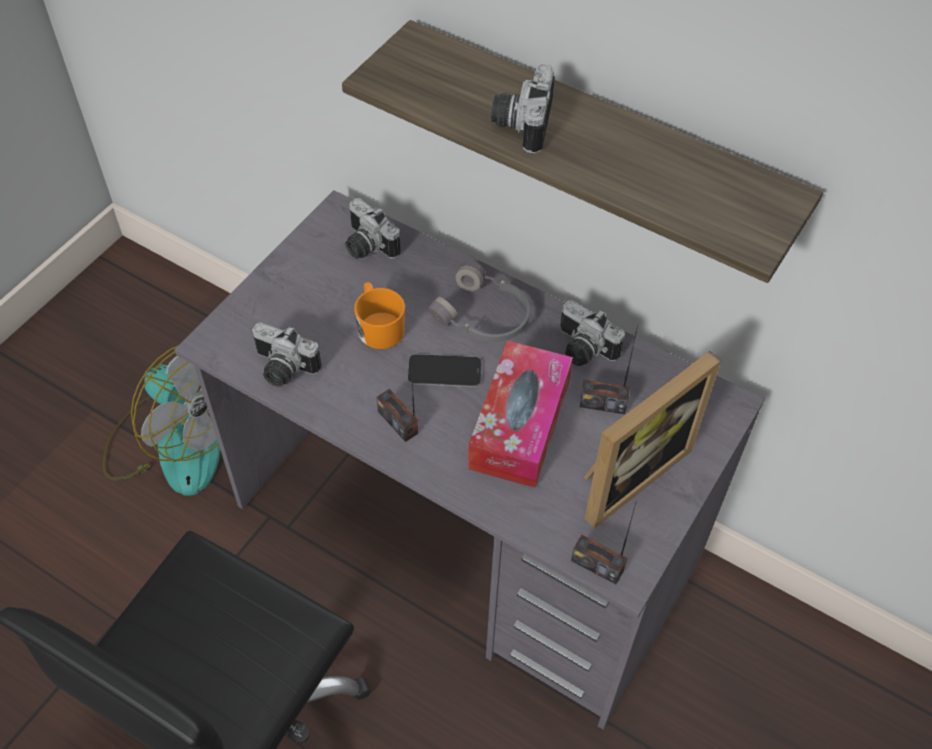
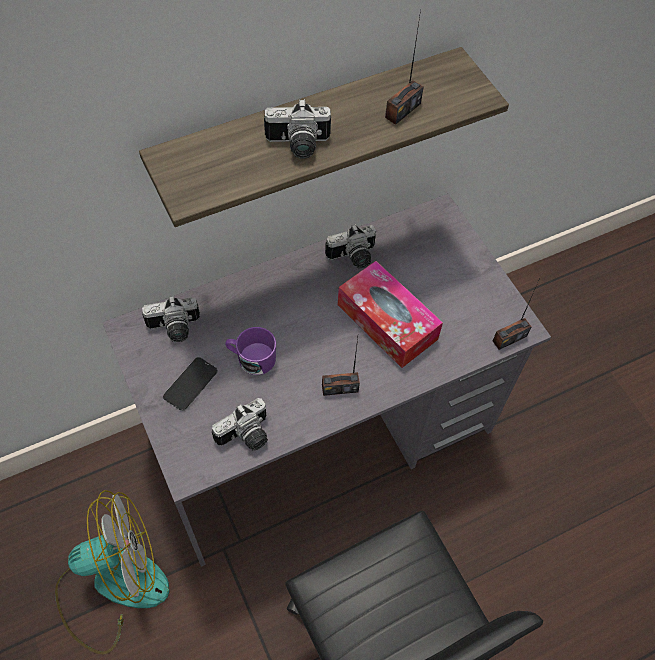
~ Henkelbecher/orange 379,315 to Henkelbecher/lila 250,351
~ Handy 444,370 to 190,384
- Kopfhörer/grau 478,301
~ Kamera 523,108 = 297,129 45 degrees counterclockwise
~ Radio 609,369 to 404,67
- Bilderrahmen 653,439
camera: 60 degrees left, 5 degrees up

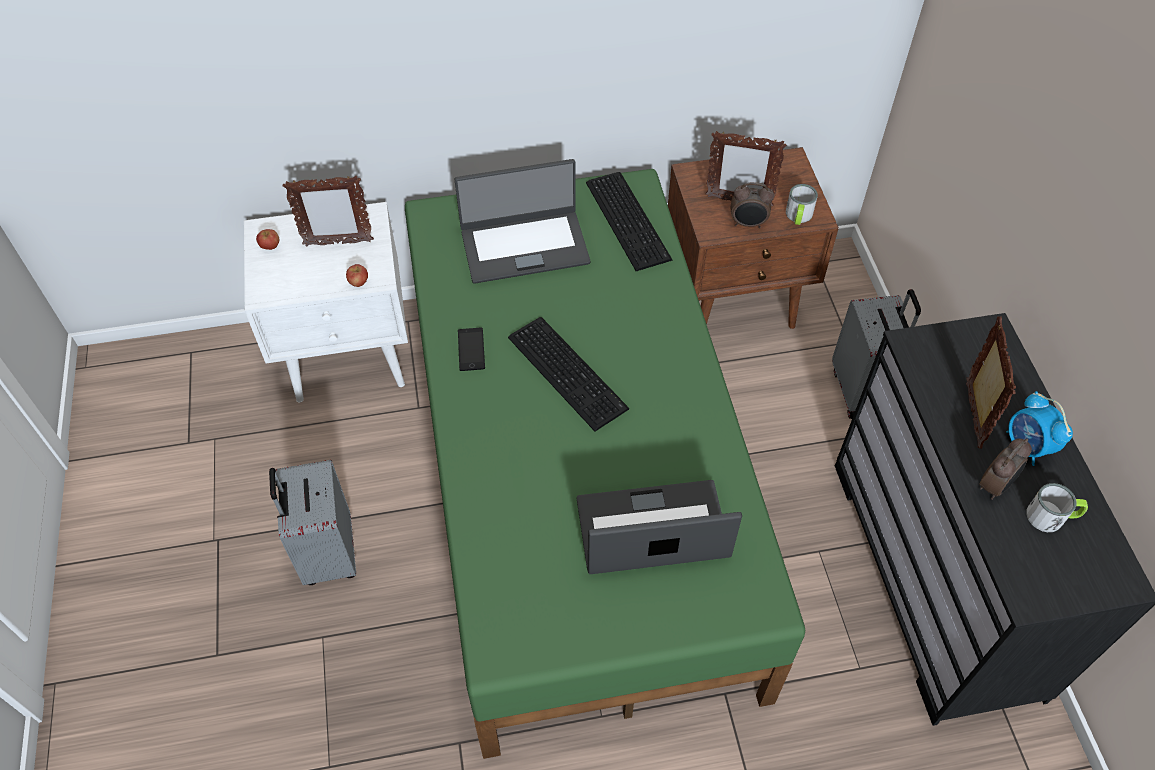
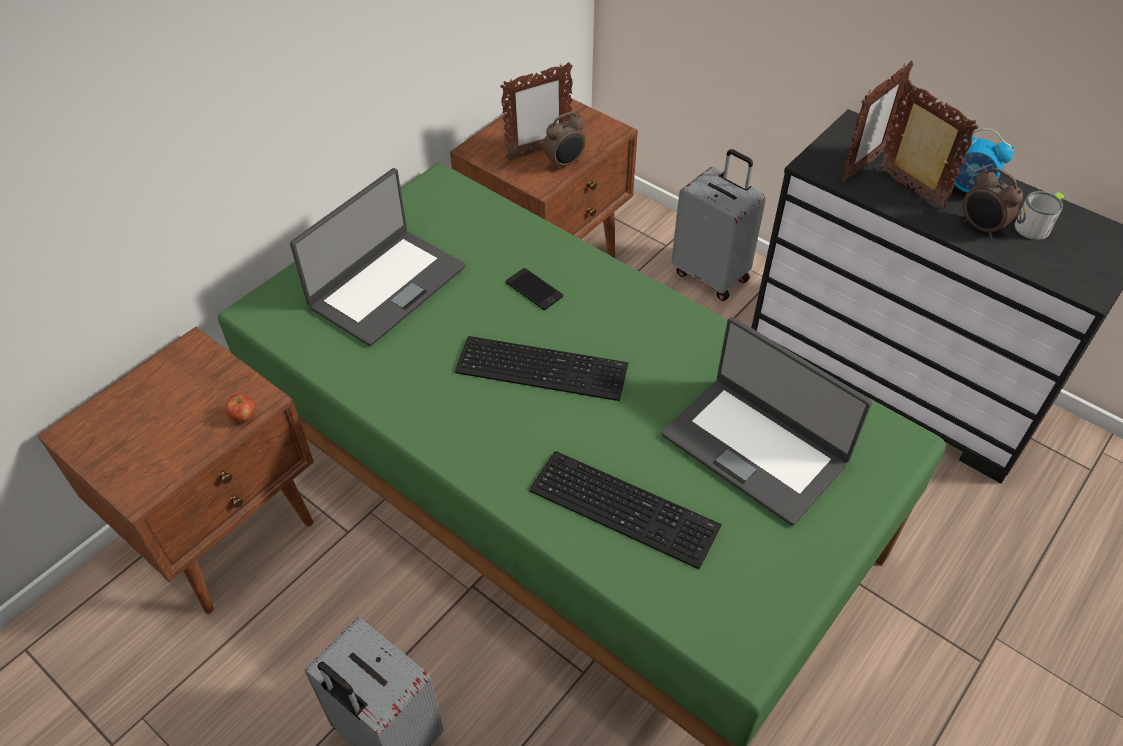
~ Nachttisch/weiß 326,302 to Nachttisch/braun 175,470
- Apfel 267,239
~ Bilderrahmen 328,210 to 877,122
~ Handy 471,349 to 534,289
~ Laptop 659,527 = 766,421 90 degrees counterclockwise
~ Tastatur 629,221 to 625,510
- Henkelbecher 802,204
~ Wecker 1005,469 = 993,203 135 degrees clockwise
camera: 40 degrees left, 5 degrees down

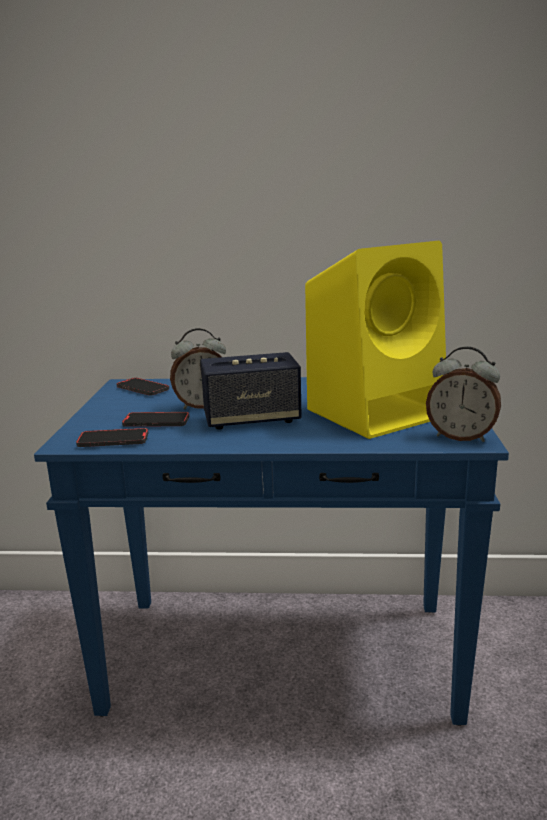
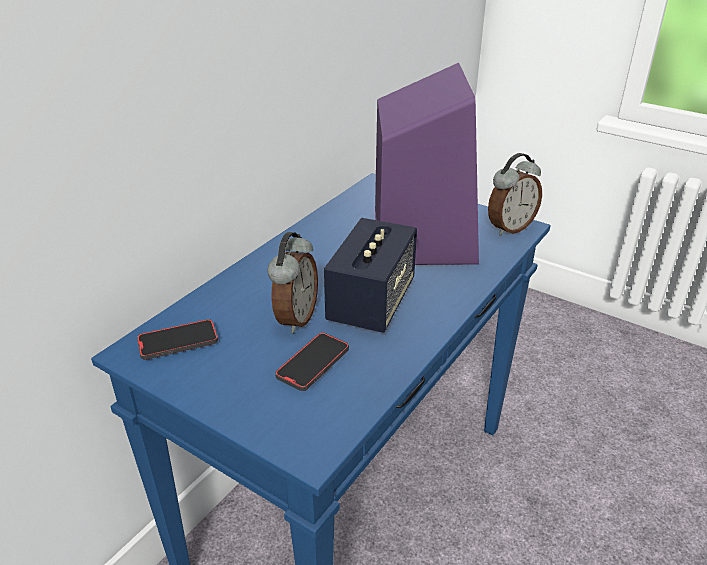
- Handy 112,437
~ Lautsprecher/gelb 375,340 to Lautsprecher/lila 427,164
camera: 60 degrees left, 15 degrees up

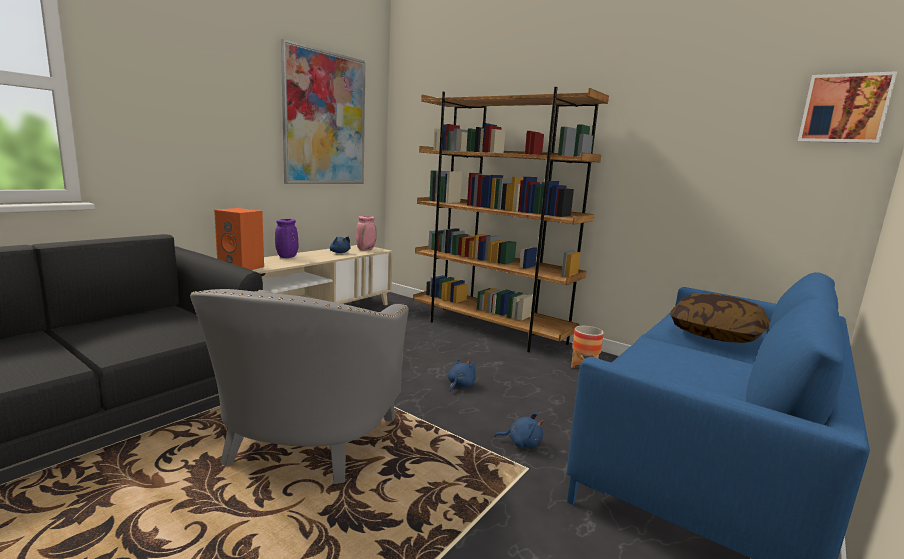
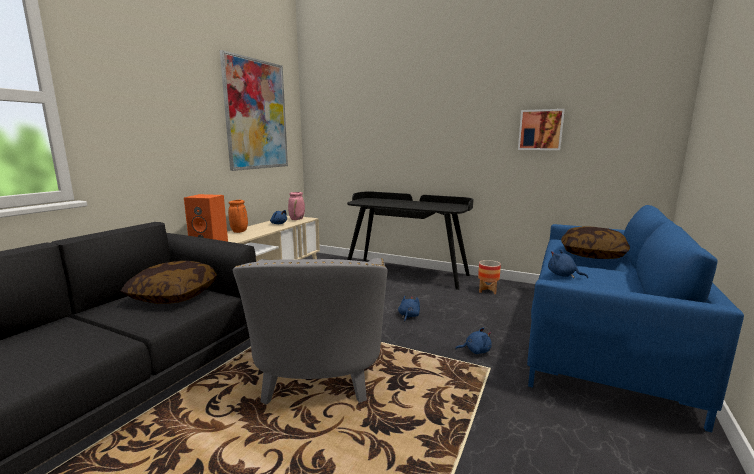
~ Vase/lila 286,238 to Vase/orange 238,216
~ Bücherregal/braun 511,219 to Schreibtisch/schwarz 410,241
~ Bild 847,107 to 541,129
+ Kissen 169,282
+ Plüschtier/blau 568,263
camera: 10 degrees left, 0 degrees up

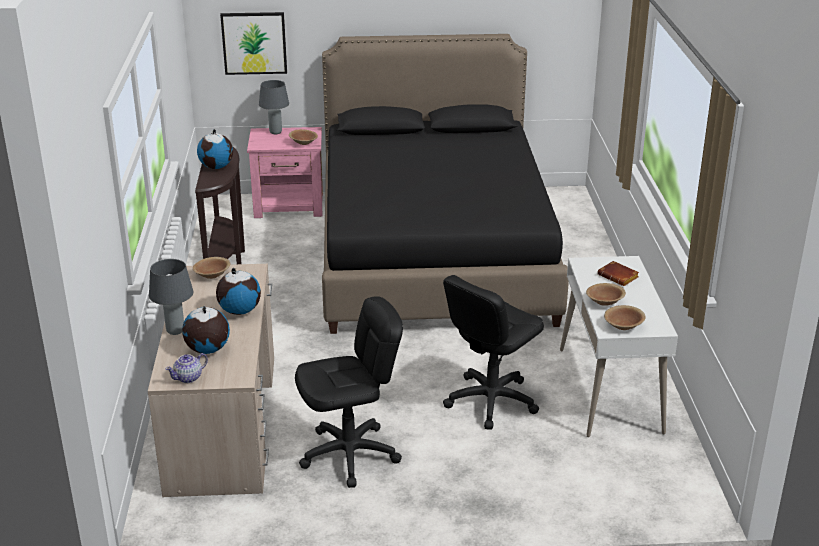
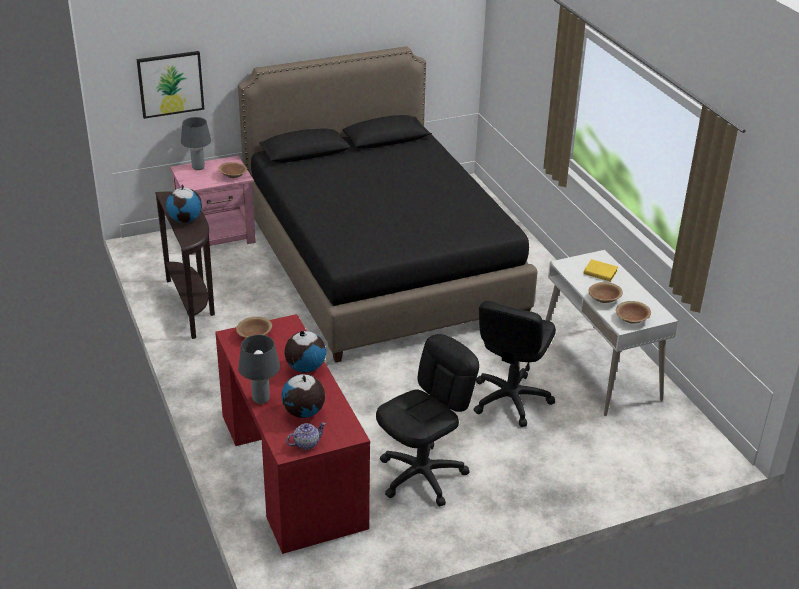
~ Schreibtisch/beige 211,380 to Schreibtisch/rot 292,434
~ Teekanne 187,368 = 306,436 150 degrees counterclockwise
~ Buch/braun 618,273 to Buch/gelb 601,270
camera: 20 degrees left, 5 degrees up

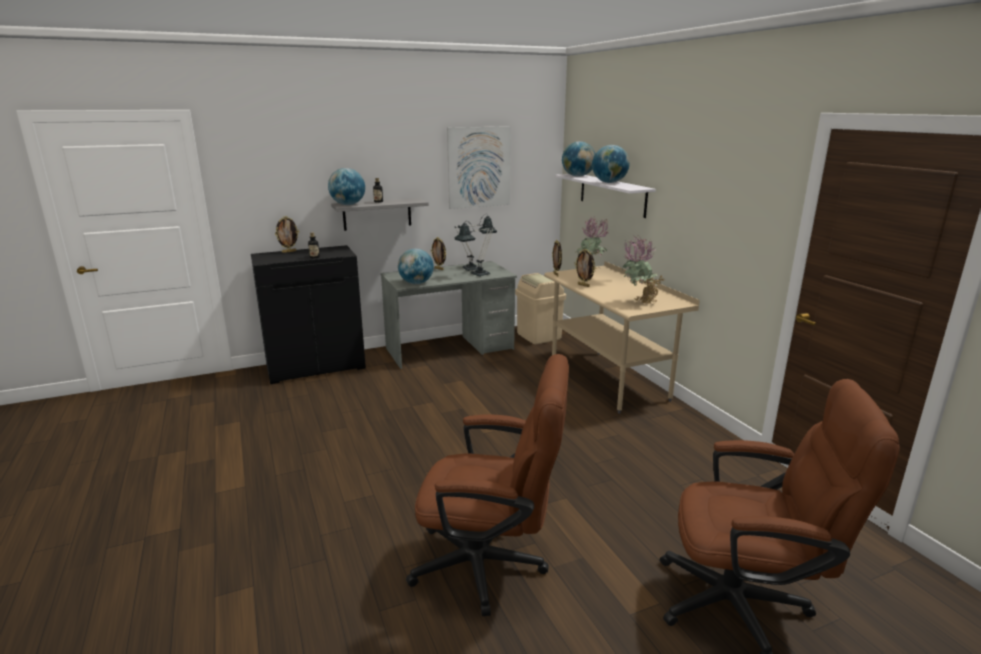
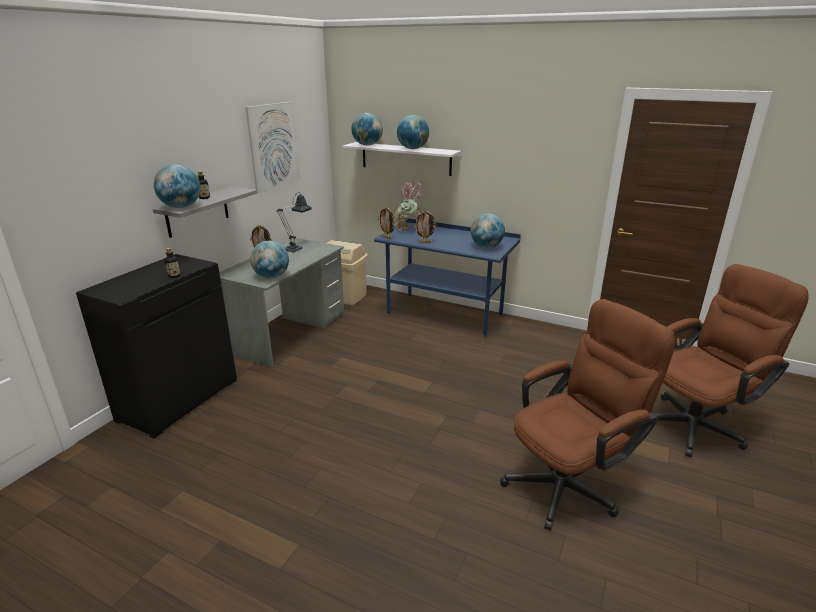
- Bilderrahmen 287,234
- Tischlampe 474,248
~ Schreibtisch/beige 622,337 to Schreibtisch/blau 447,278
~ Topfpflanze 644,270 to Globus 488,230
camera: 40 degrees left, 5 degrees up

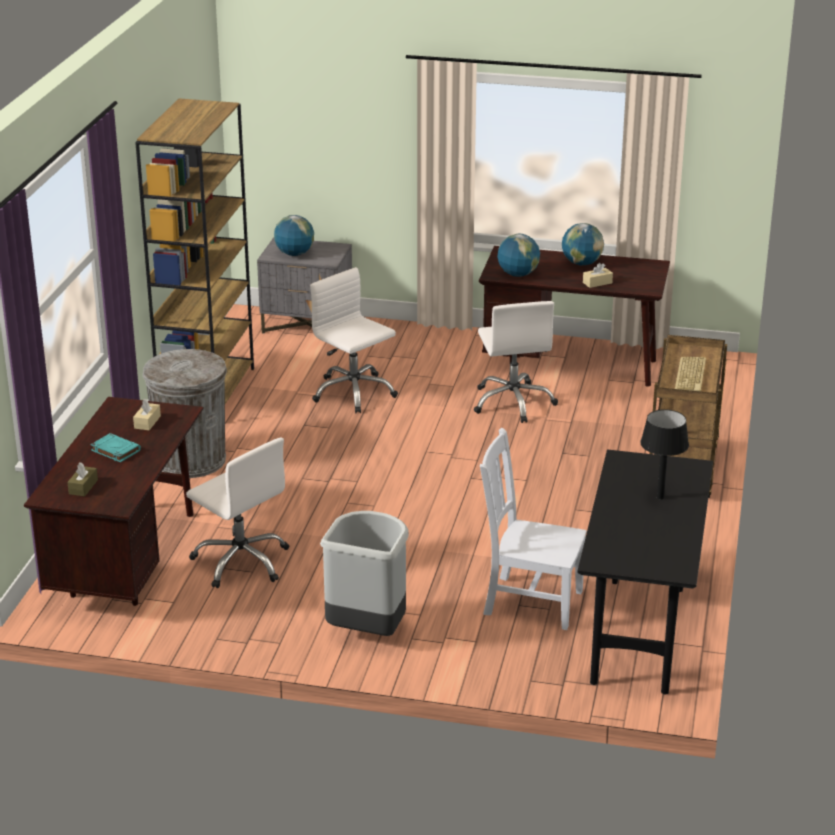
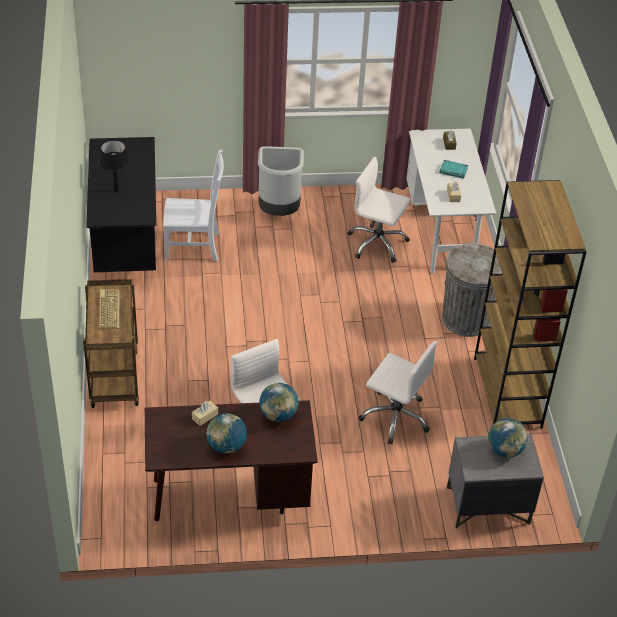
~ Schreibtisch/braun 114,501 to Schreibtisch/weiß 451,201
camera: 160 degrees right, 15 degrees up

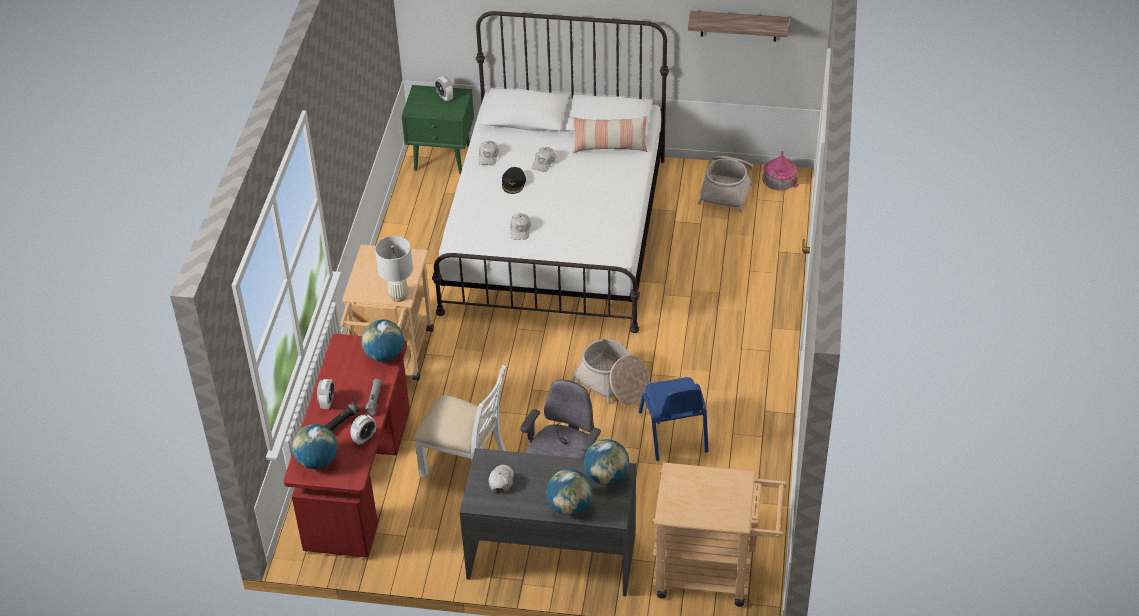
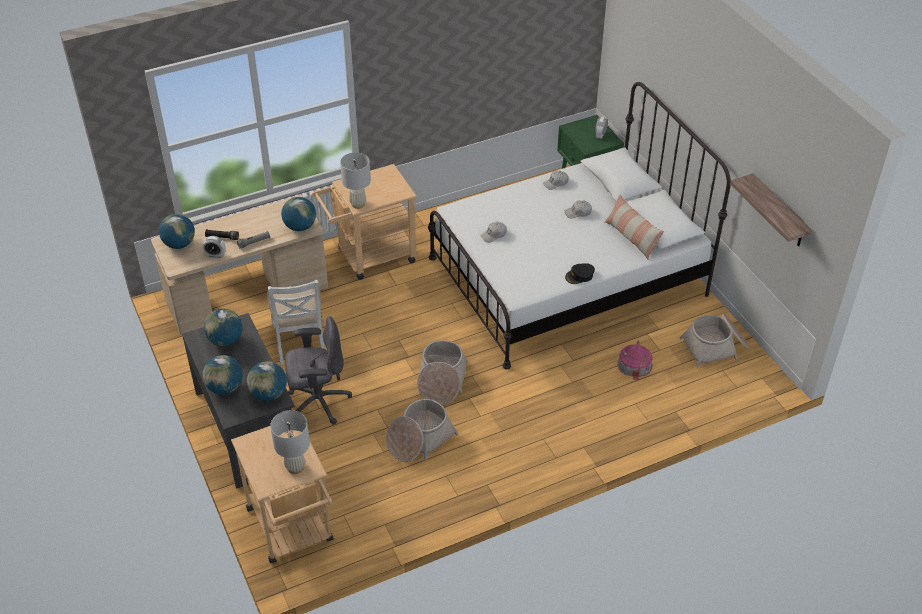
~ Schreibtisch/rot 346,446 to Schreibtisch/beige 239,265
- Wecker 325,394
~ Kappe/weiß 501,479 to Globus 223,327
~ Kappe/schwarz 514,180 to 580,273
~ Stuhl/blau 674,419 to Korb 422,430
~ Spielzeughaus 780,171 to 635,360
+ Tischlampe/weiß 290,442
camera: 55 degrees right, 0 degrees up

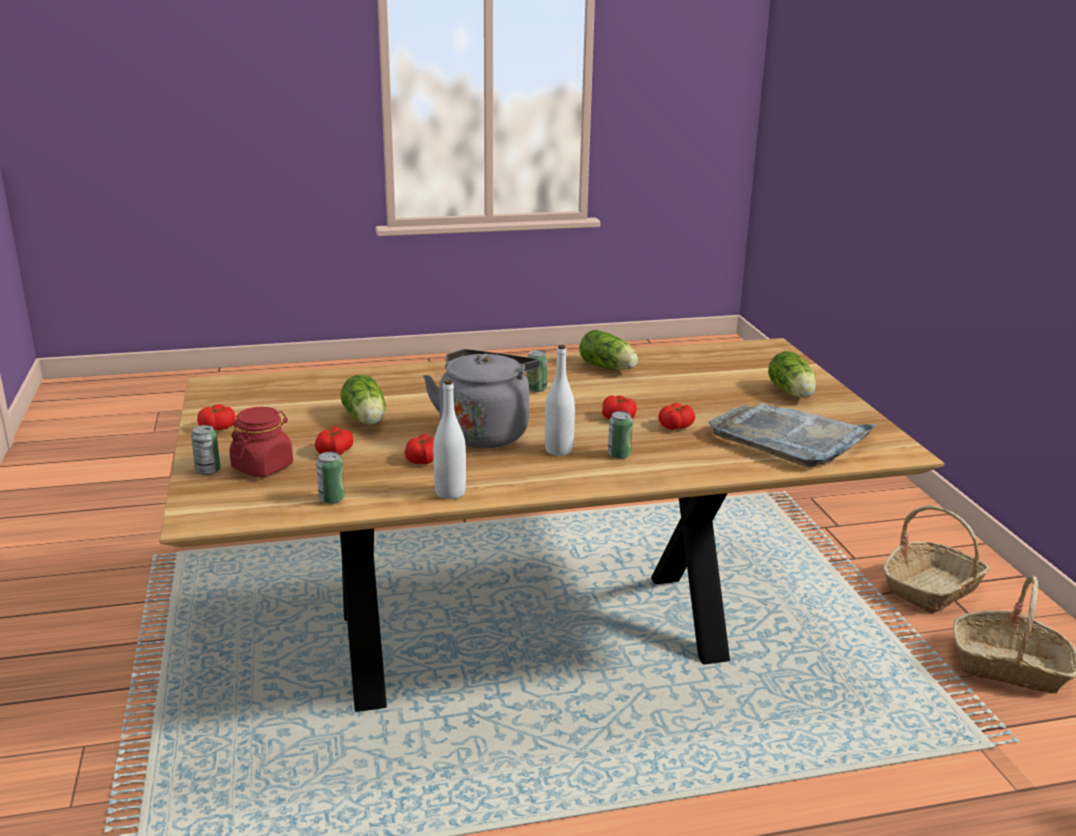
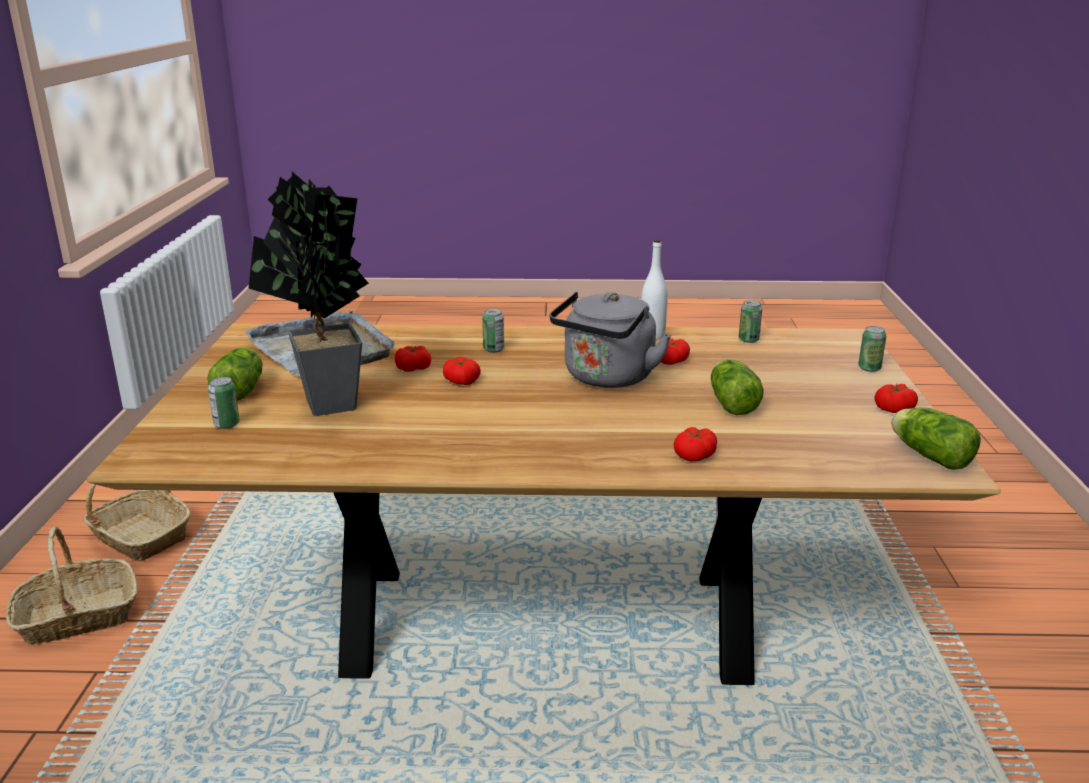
- Vorratsglas/rot 261,442
~ Tomate 334,440 to 695,444
~ Dose 537,371 to 224,403
- Flasche/weiß 560,400
~ Salatkopf 608,349 to 936,438
+ Topfpflanze 308,294
camera: 165 degrees left, 0 degrees up

